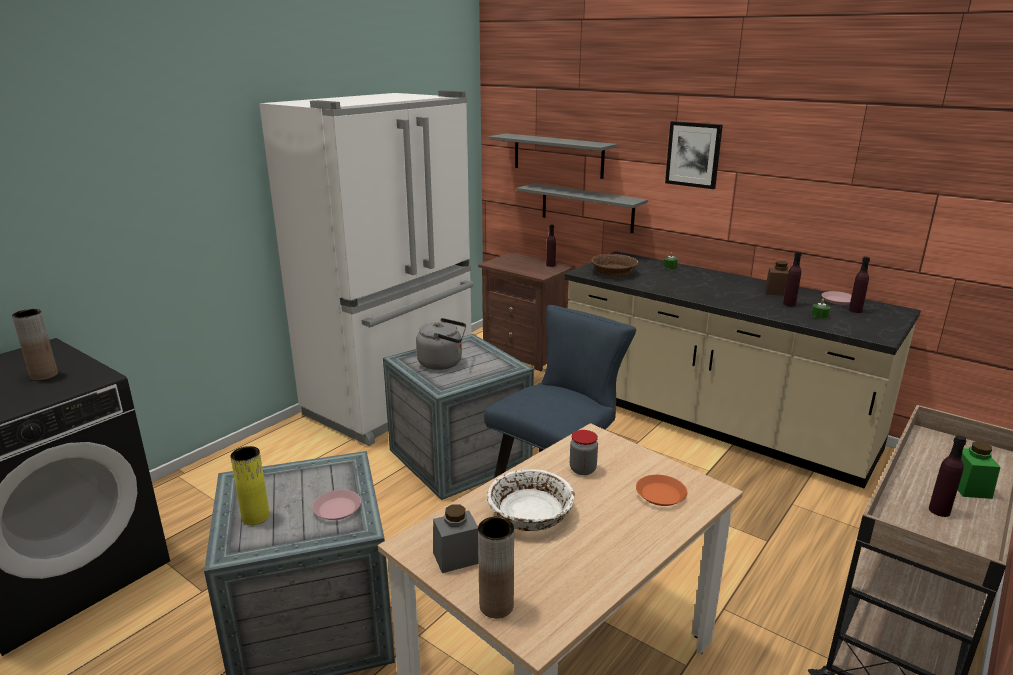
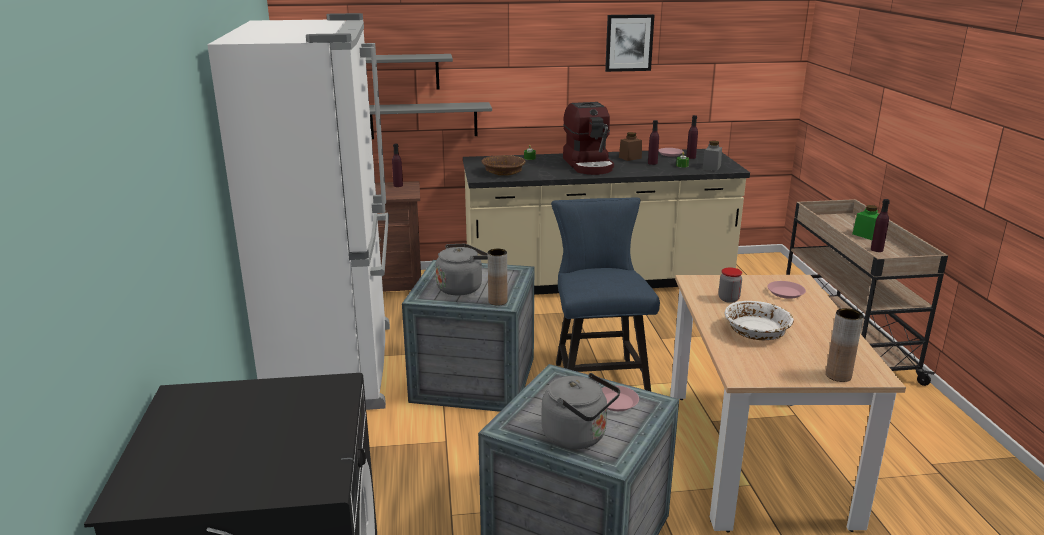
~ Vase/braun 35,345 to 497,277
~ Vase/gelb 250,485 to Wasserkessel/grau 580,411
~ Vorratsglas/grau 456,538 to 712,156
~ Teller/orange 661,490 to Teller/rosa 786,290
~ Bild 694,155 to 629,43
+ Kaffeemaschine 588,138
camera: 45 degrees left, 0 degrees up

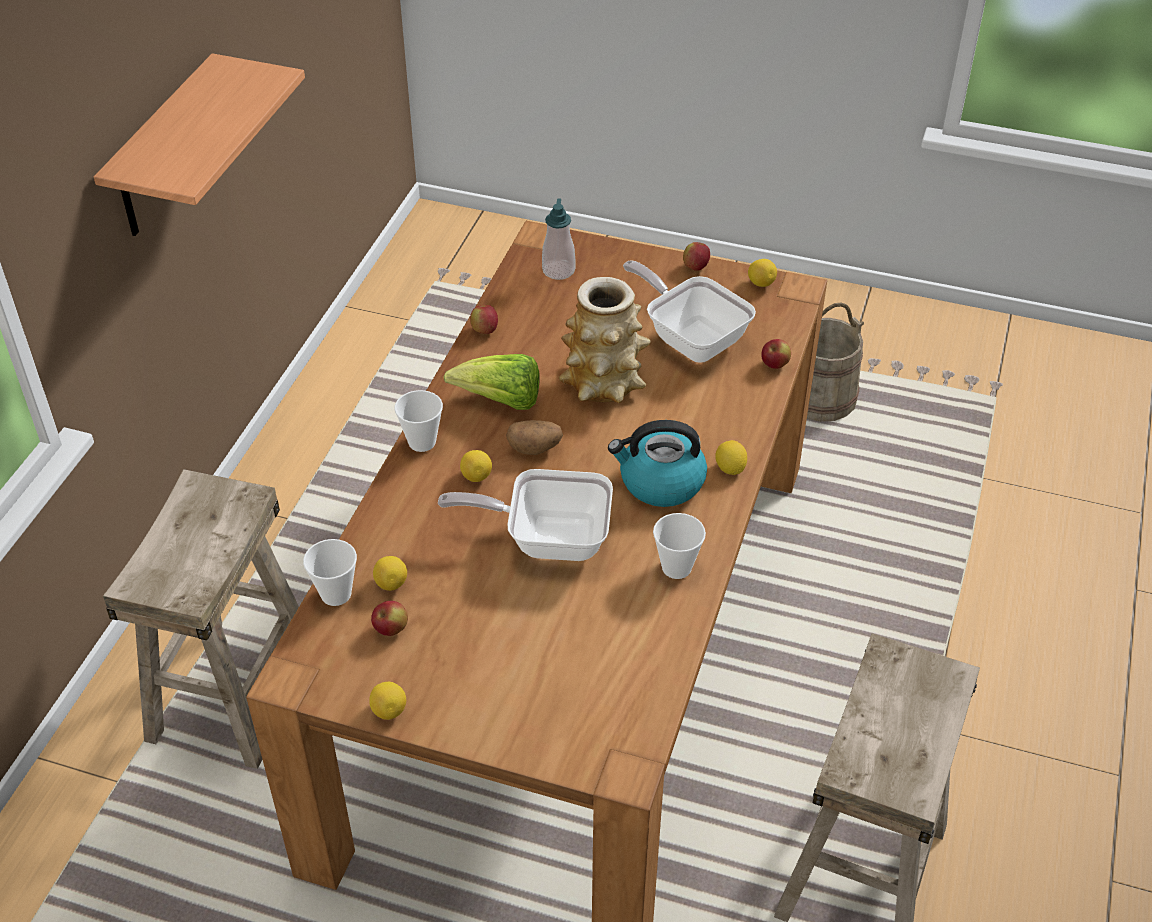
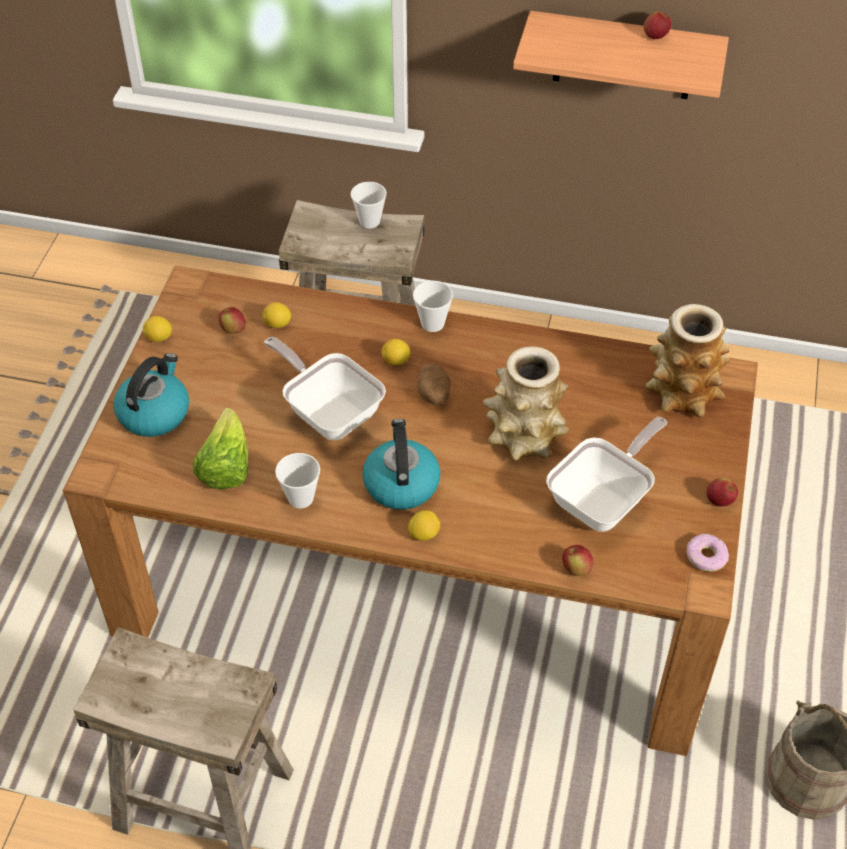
~ Tasse 330,572 to 369,205
~ Pfanne 525,515 = 325,388 45 degrees counterclockwise
~ Salatkopf 491,382 to 220,448
~ Apfel 484,319 to 657,25
~ Seifenspender 558,239 to Vase 687,361
~ Zitrone 762,273 to Donut 707,552
+ Wasserkessel 151,395
camera: 85 degrees right, 5 degrees up

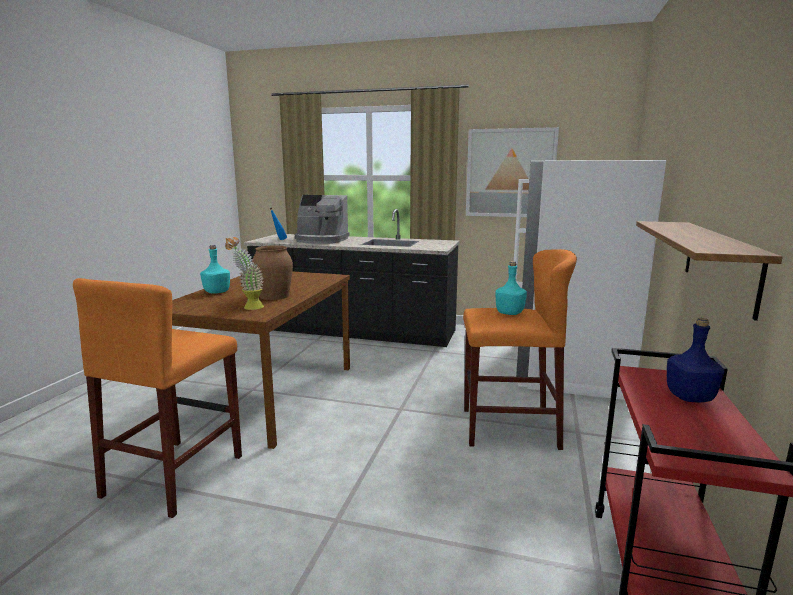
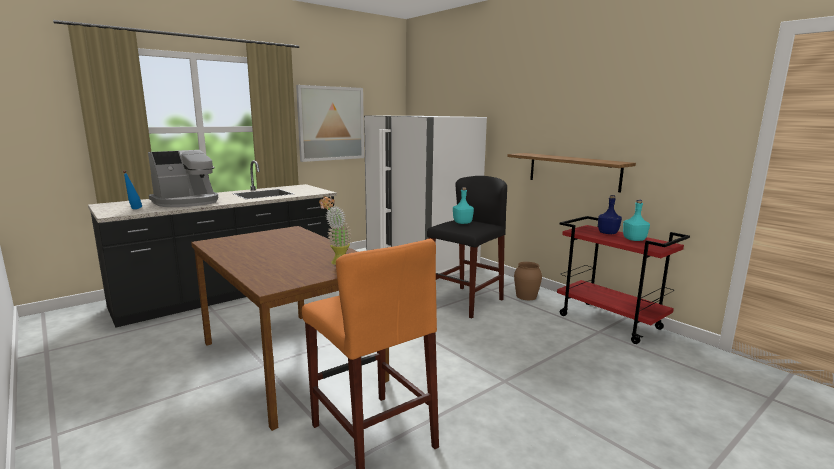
~ Flasche/türkis 215,269 to 636,220
~ Vase/braun 272,272 to 528,281
~ Hocker/orange 520,349 to Hocker/schwarz 467,247
camera: 55 degrees left, 0 degrees up

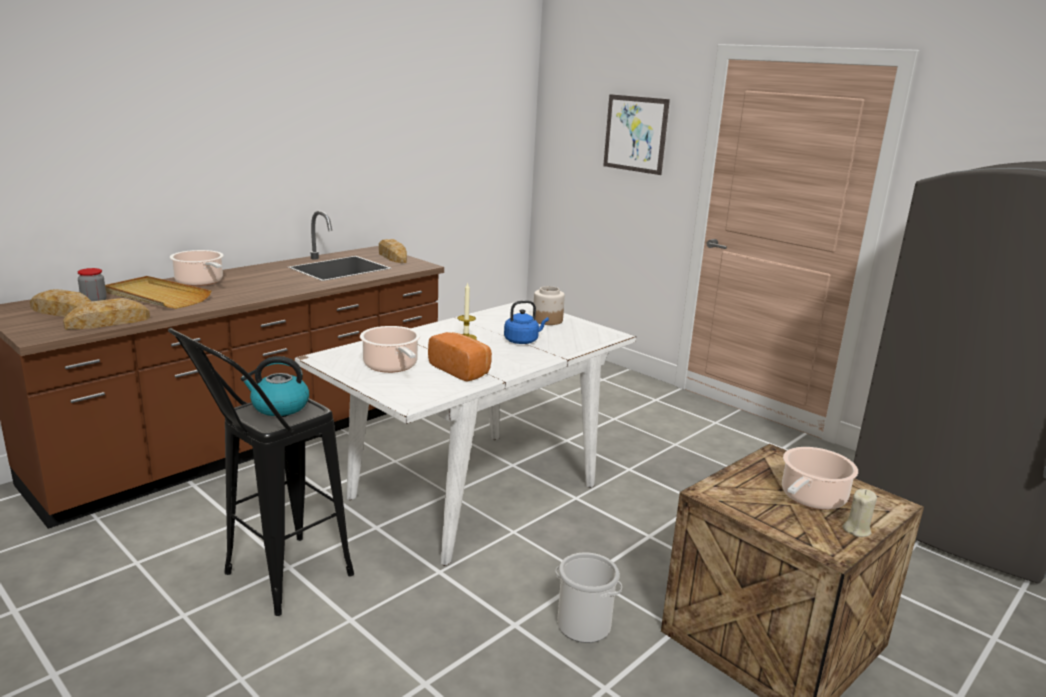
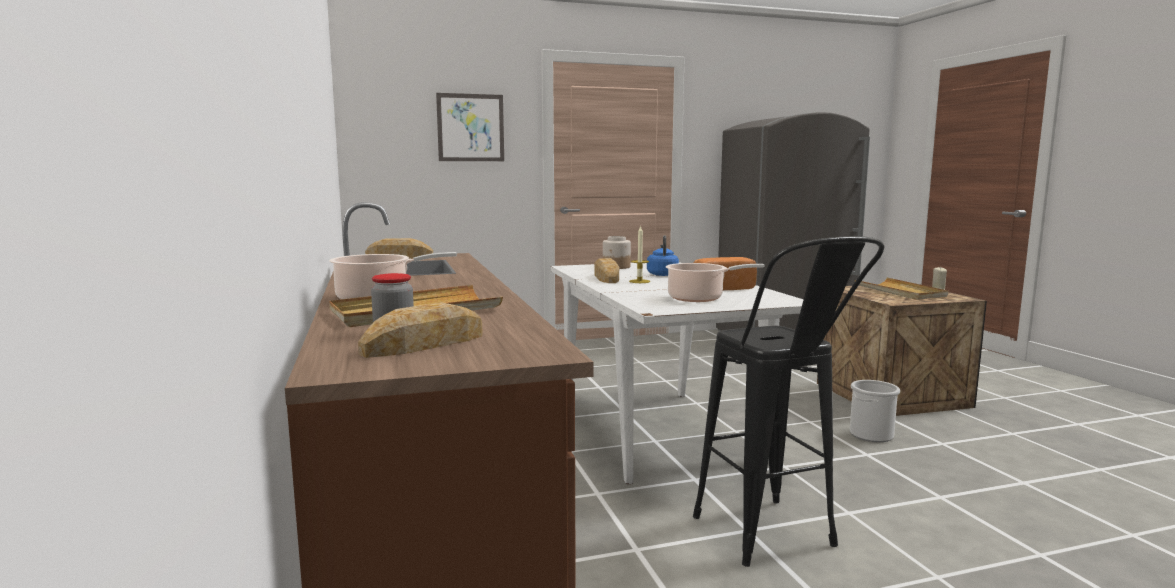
~ Brot 106,313 to 607,270
- Wasserkessel 275,386
~ Kochtopf 820,478 to Tablett/beige 901,289
camera: 60 degrees left, 10 degrees down

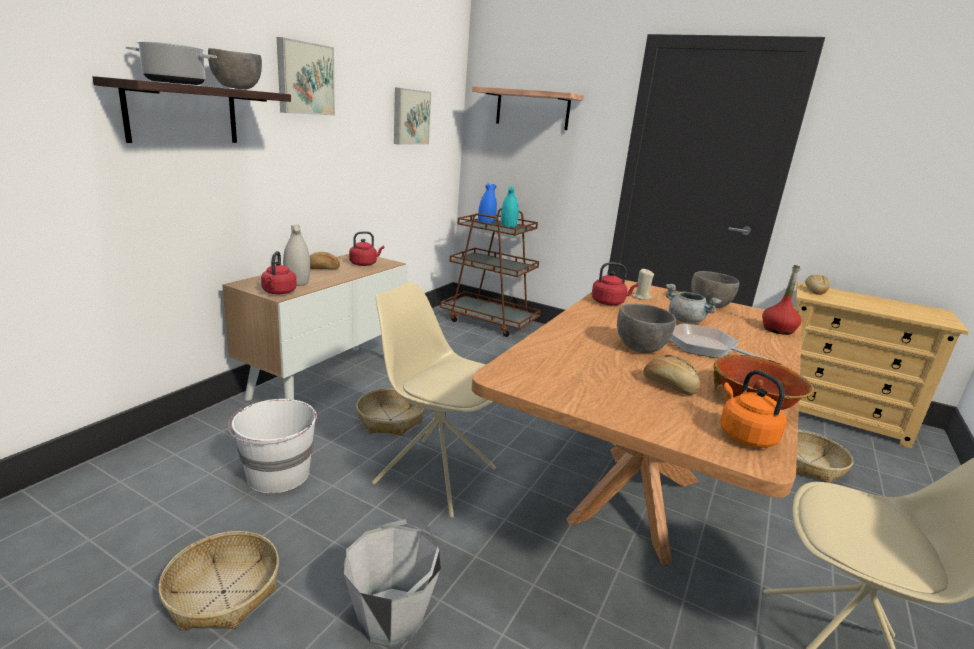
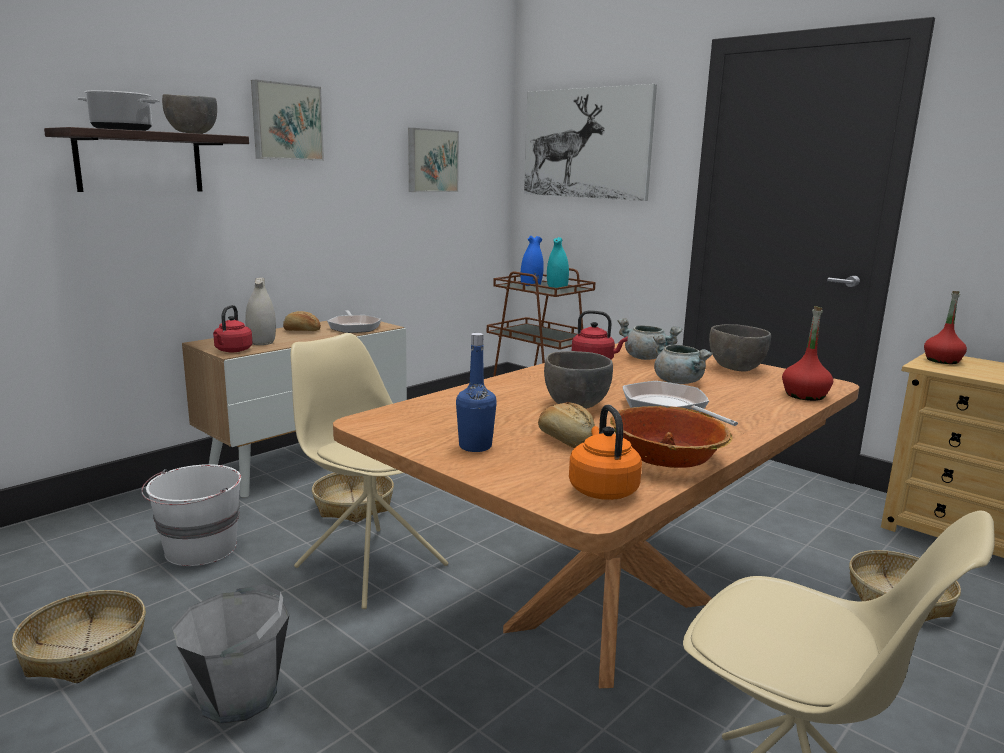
~ Wasserkessel/rot 366,249 to Pfanne 354,321
~ Wandregal 528,108 to Bild 590,142
~ Kerze/beige 643,284 to Kochtopf/grau 650,339
~ Brot 817,285 to Flasche/rot 945,327
+ Flasche/blau 476,392
camera: 15 degrees right, 5 degrees down

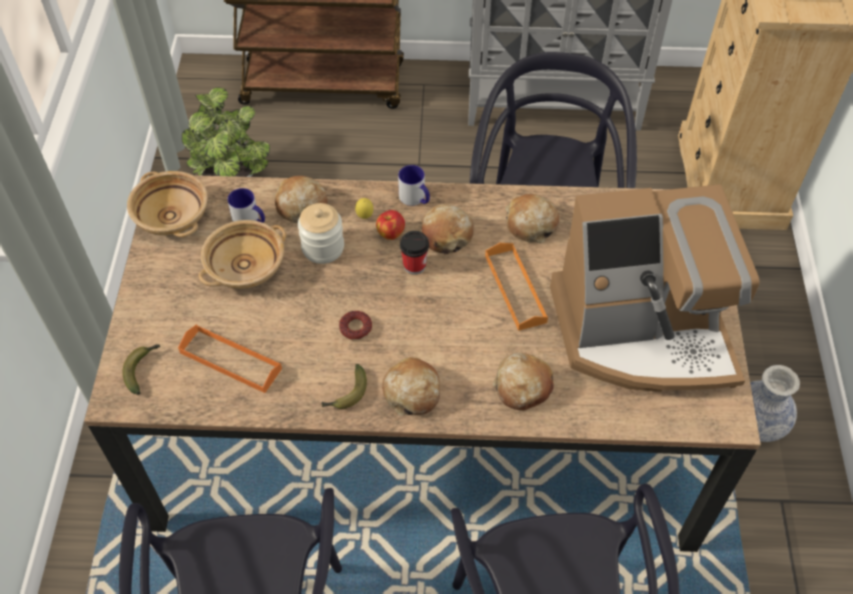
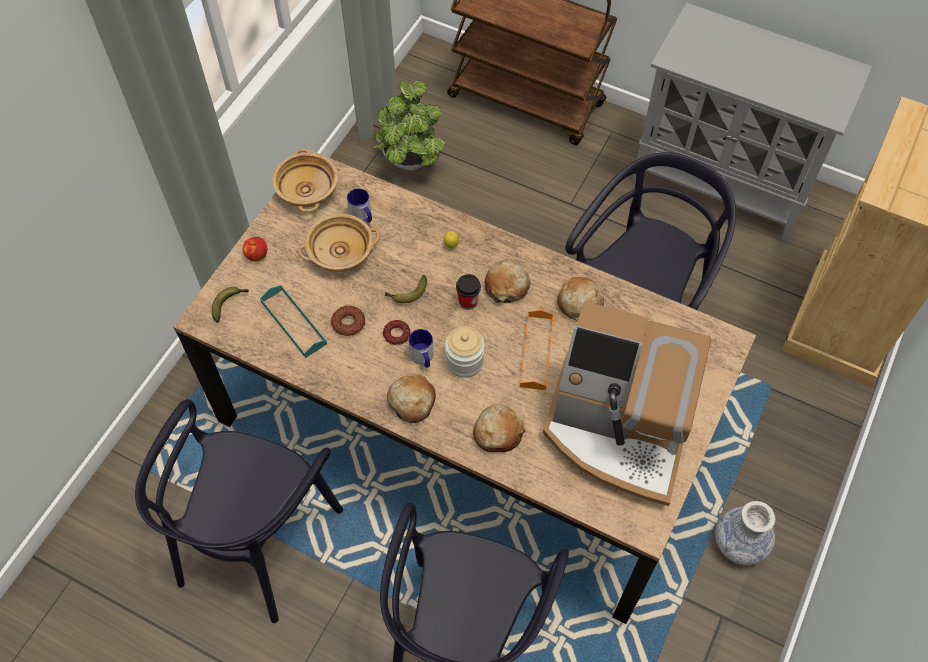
~ Tablett/orange 230,359 to Tablett/türkis 293,321
- Brot 301,199
~ Vorratsglas 321,233 to 465,352
~ Banane 344,386 to 406,289
~ Apfel 390,225 to 254,249
~ Henkelbecher 414,185 to 420,348
+ Donut 348,320
camera: 25 degrees right, 5 degrees up

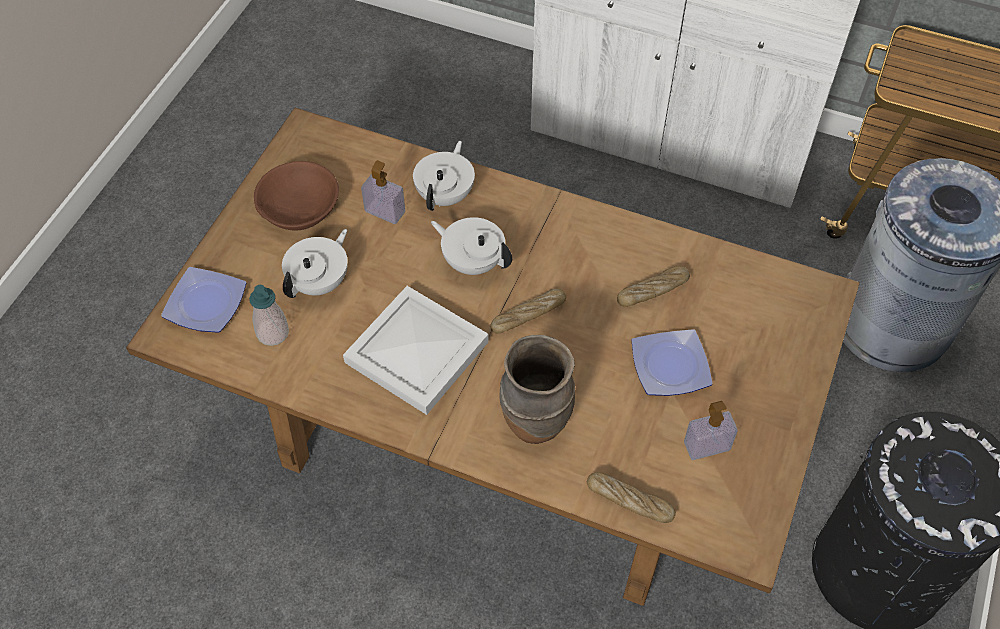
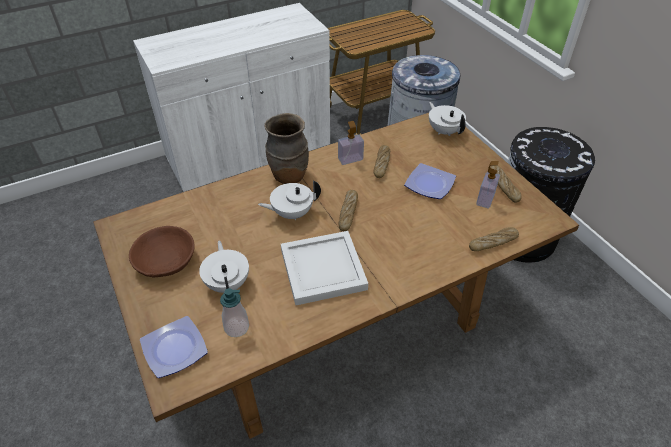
~ Seifenspender 383,192 to 351,143
~ Teekanne/weiß 444,176 to 447,119
~ Vase/braun 537,389 to 286,148
+ Brot 506,183
camera: 50 degrees left, 10 degrees down

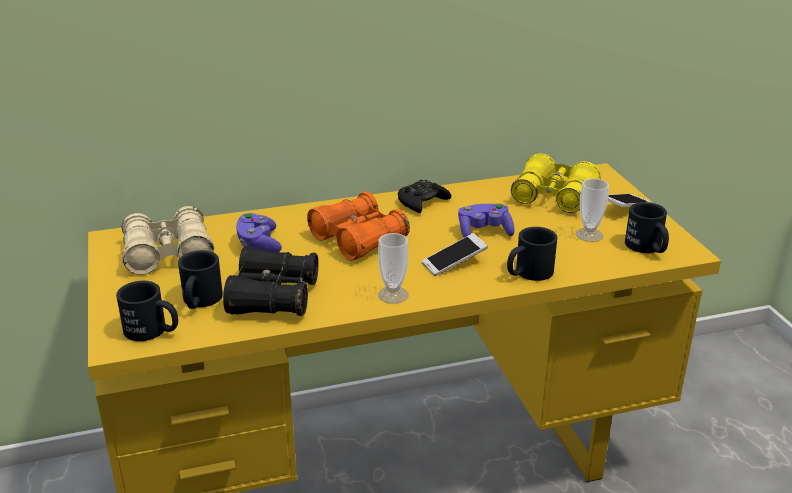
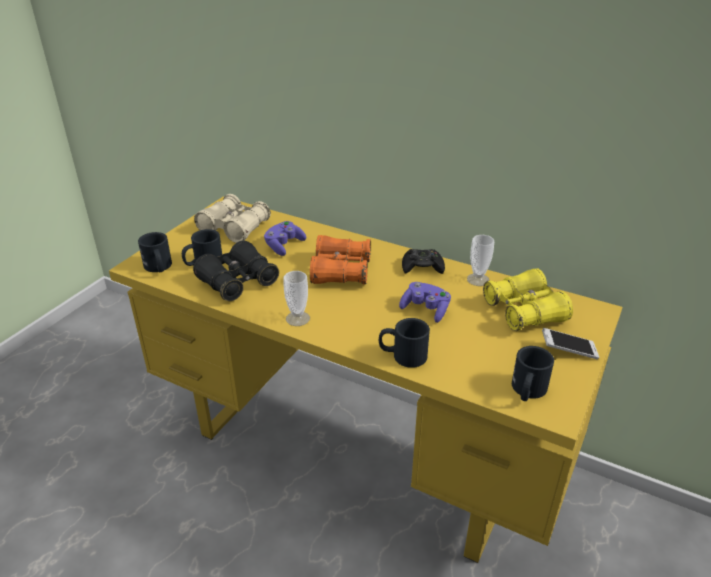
- Handy 455,254
~ Tasse 592,210 to 480,260
camera: 45 degrees right, 5 degrees up

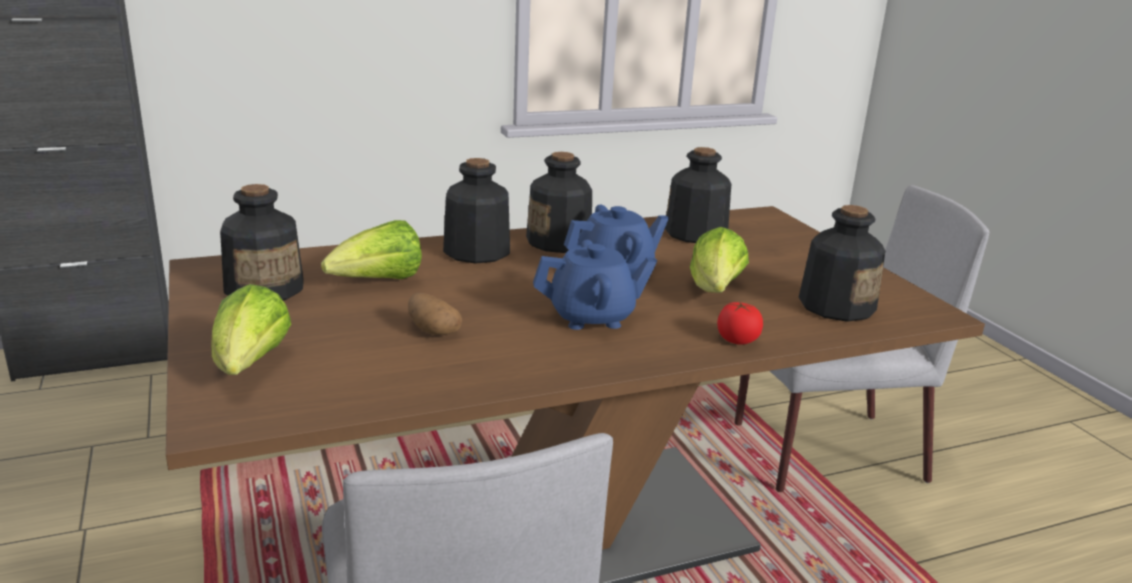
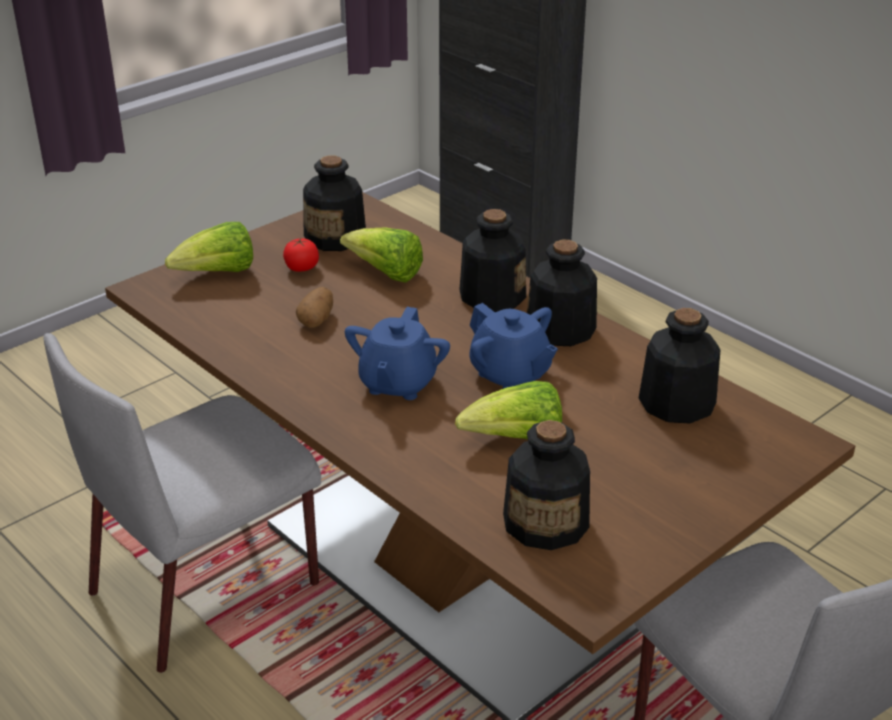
~ Teekanne/blau 595,285 = 397,353 45 degrees clockwise
~ Tomate 740,323 to 301,254
camera: 70 degrees right, 10 degrees up

